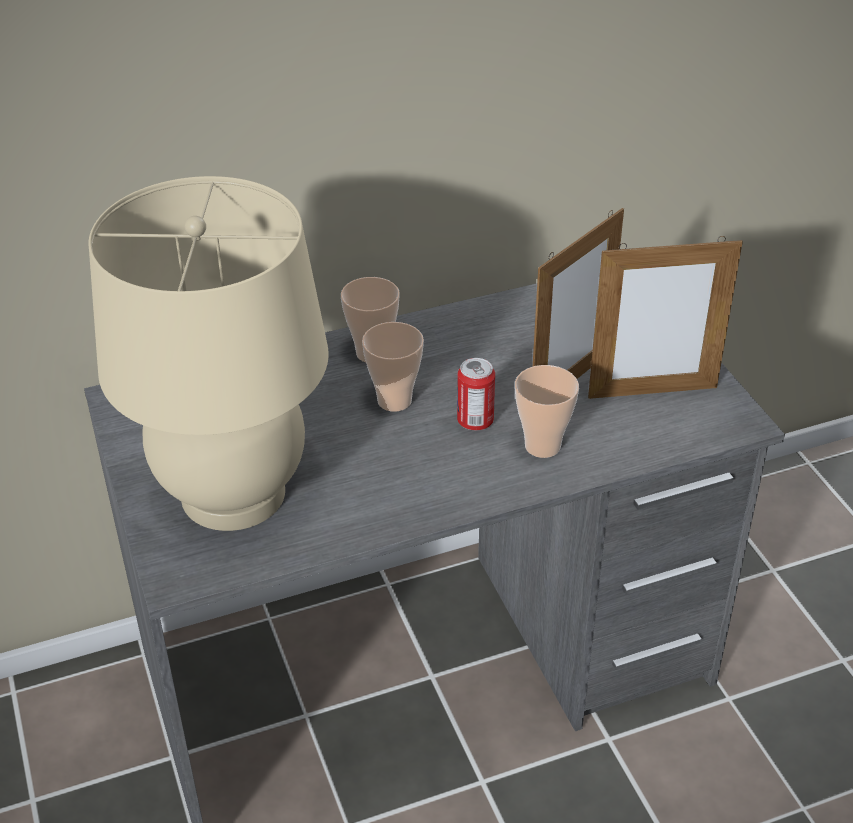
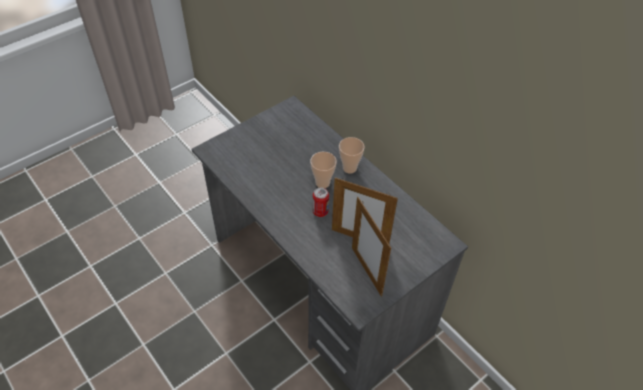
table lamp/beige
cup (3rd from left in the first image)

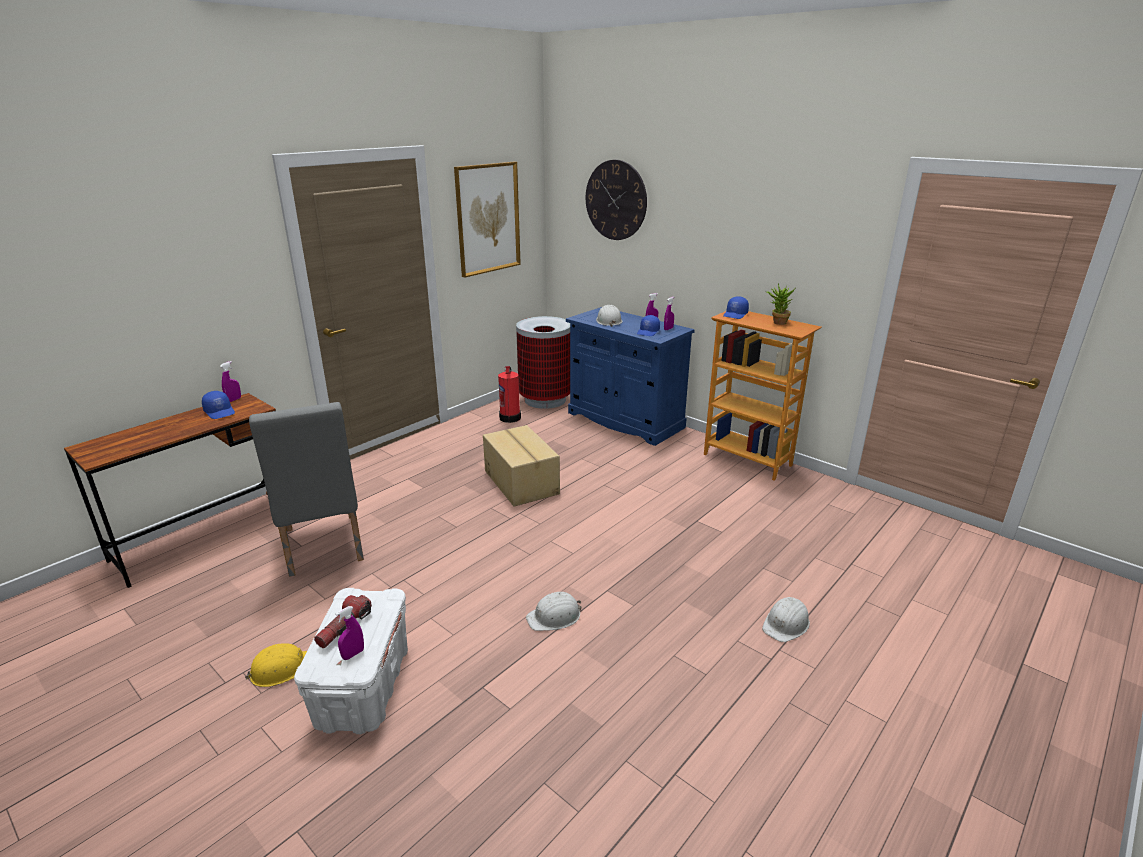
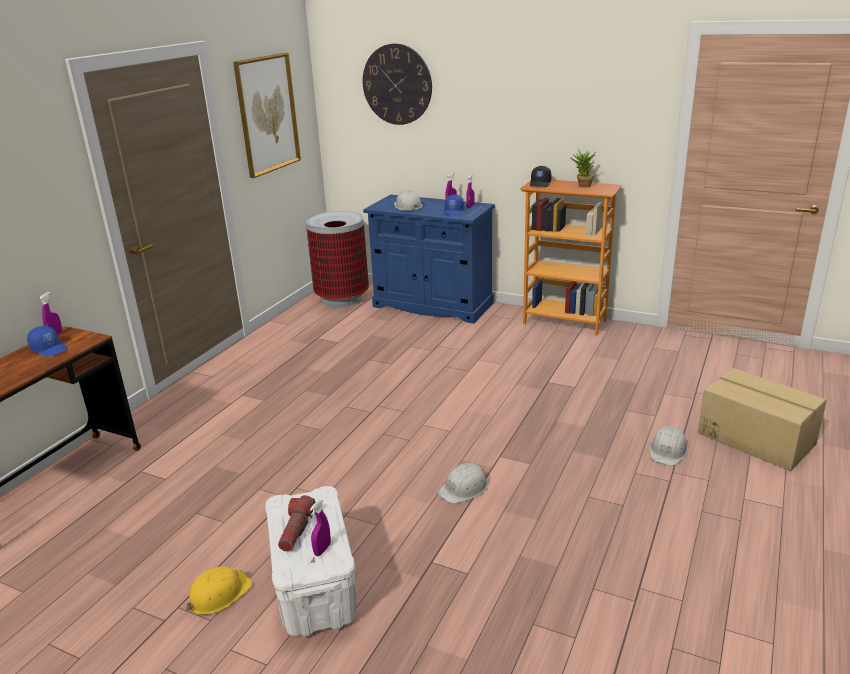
cap/black
cardboard box
chair/grey
fire extinguisher

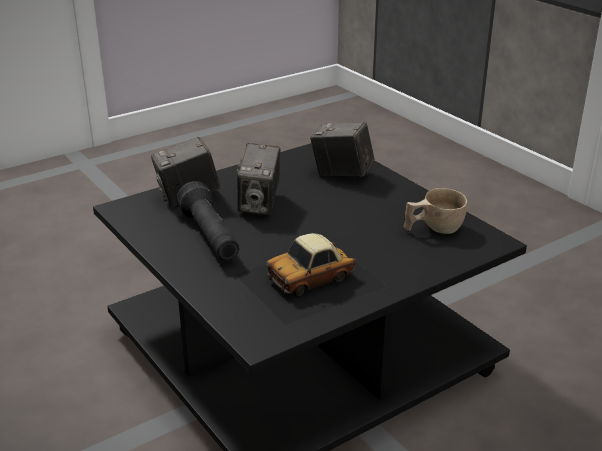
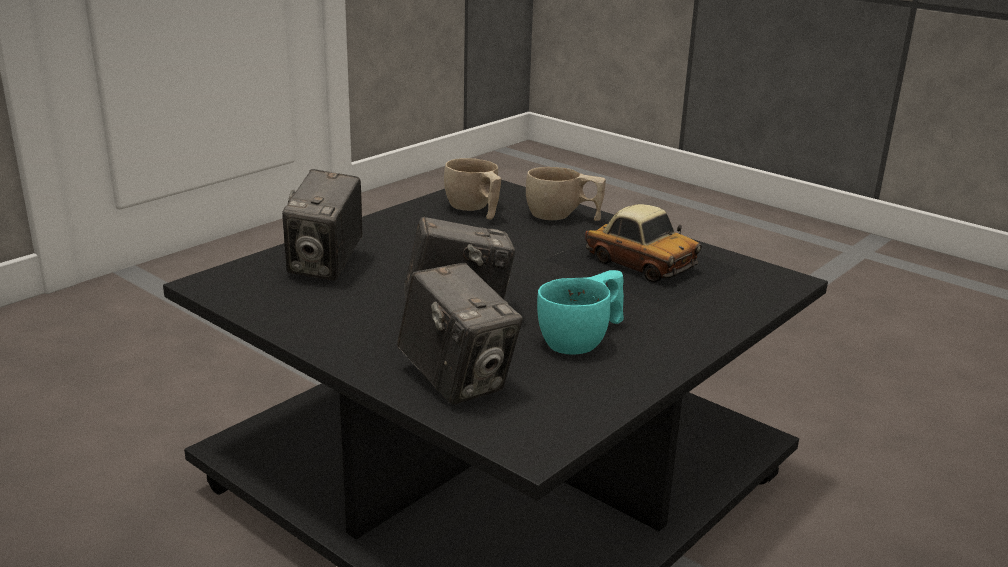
cup/beige (2nd from left)
cup/turquoise

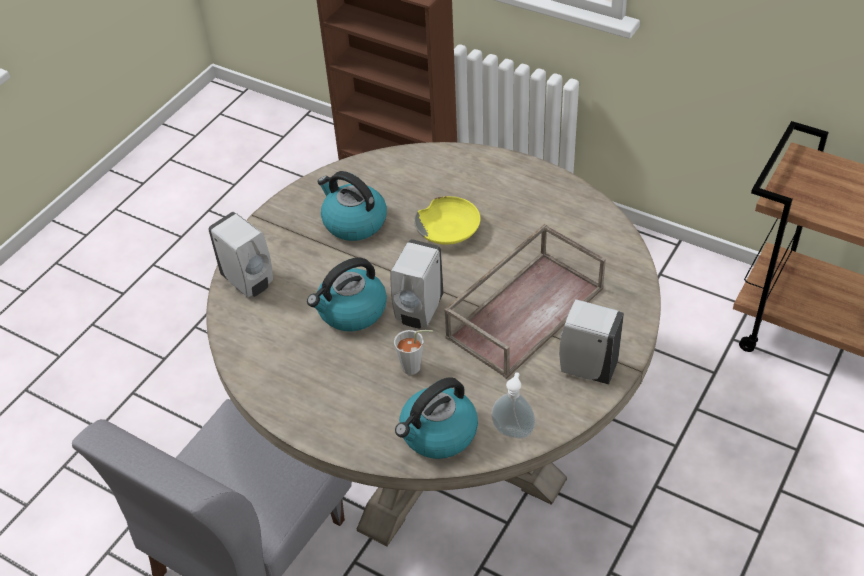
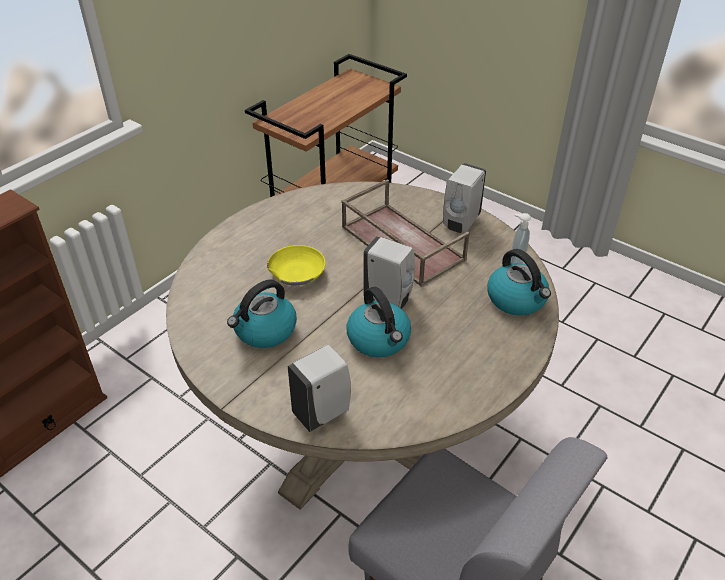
cup/grey

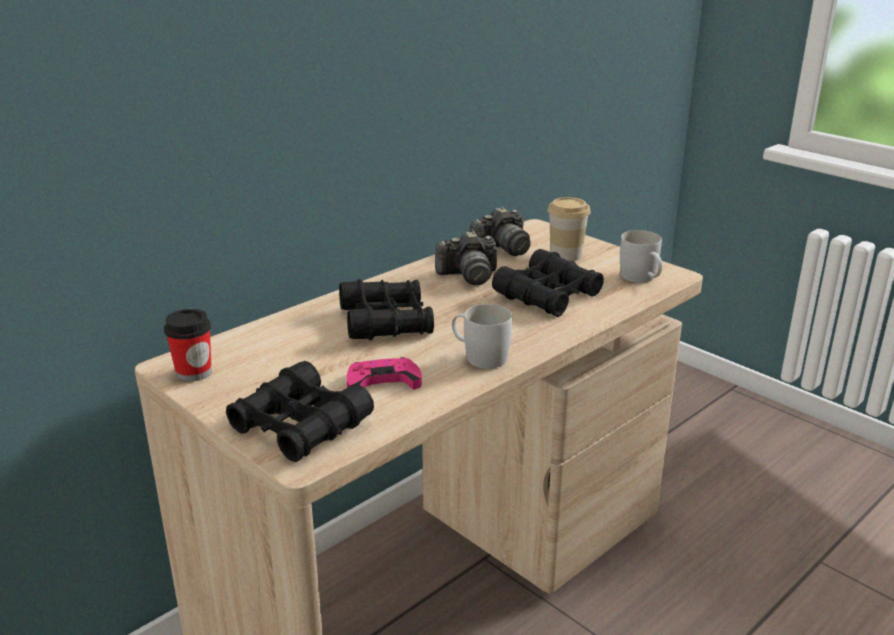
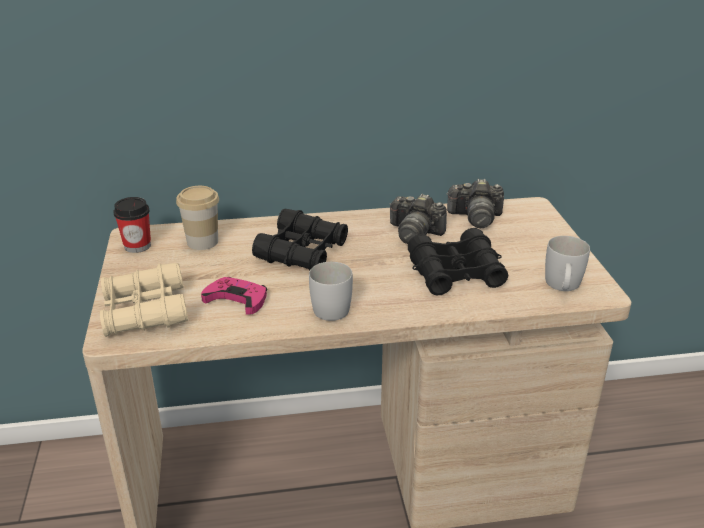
binoculars/beige
cup (2nd from left)

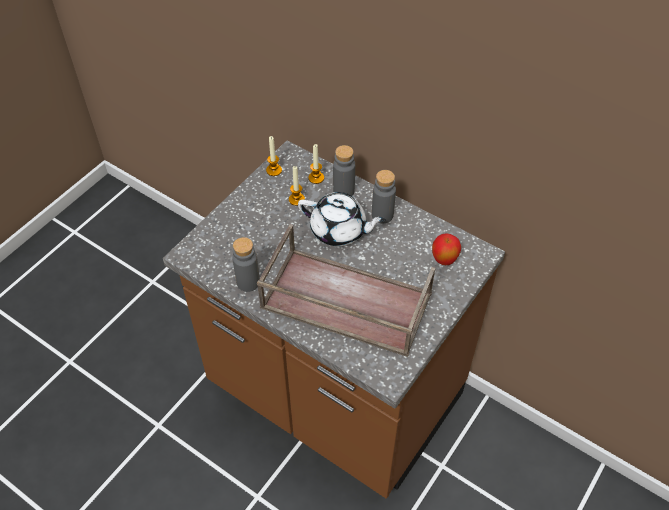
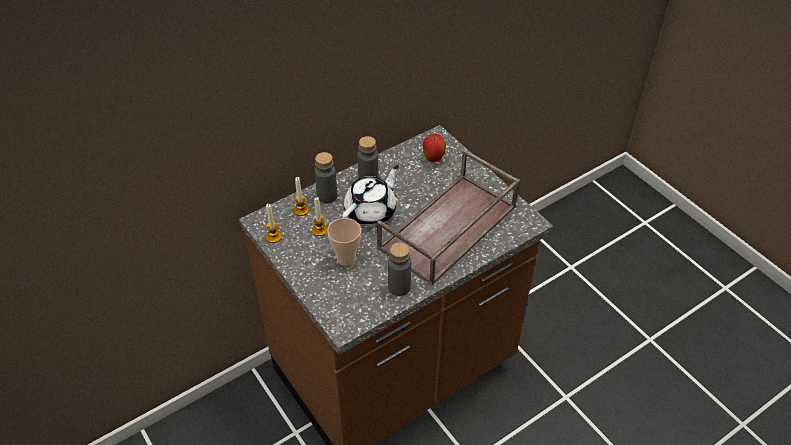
cup

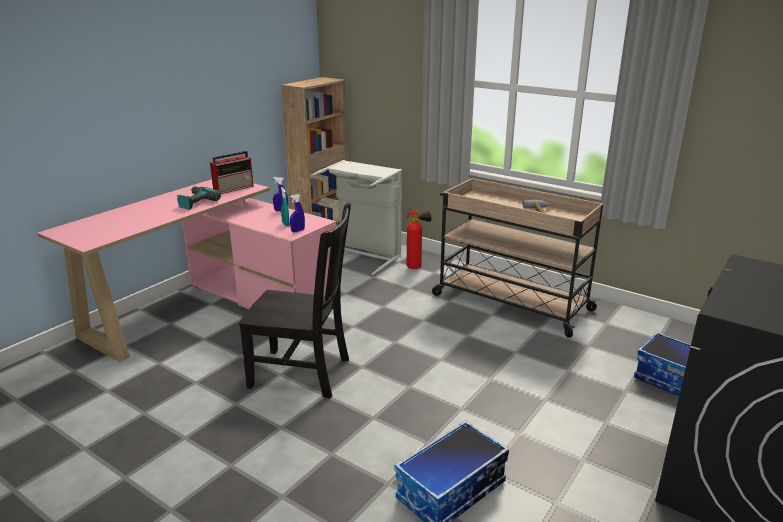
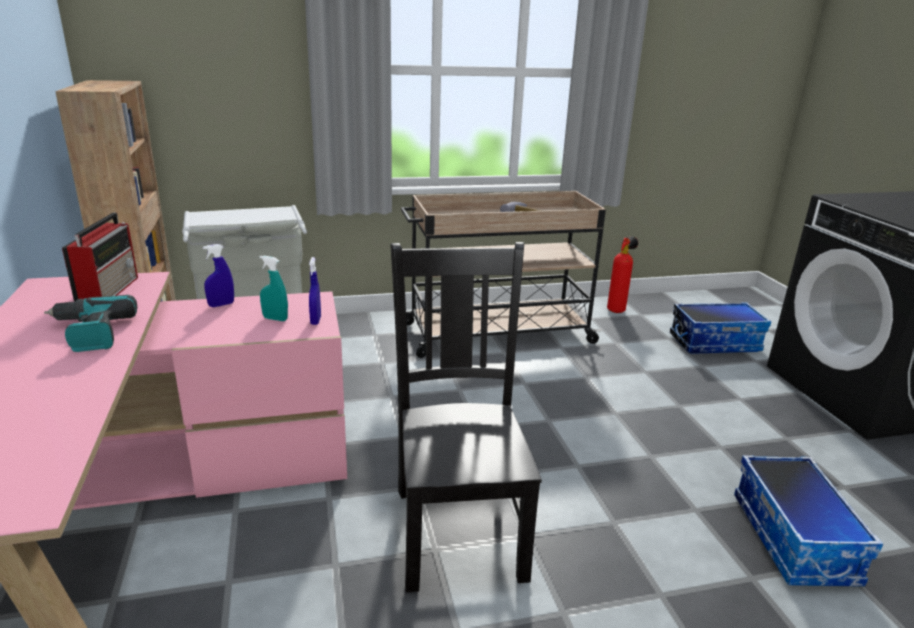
chair/black
fire extinguisher

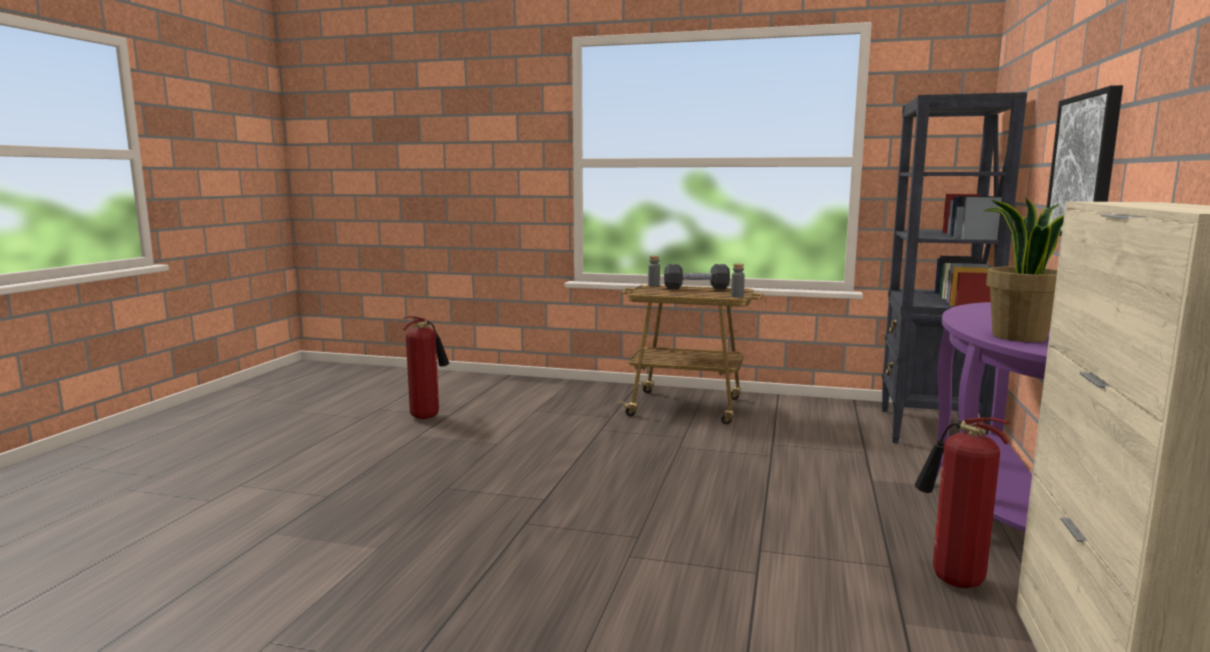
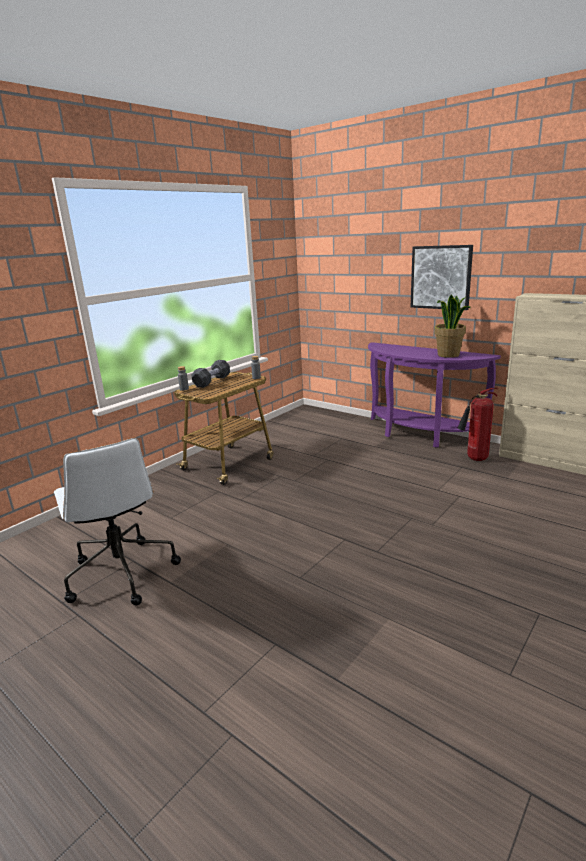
office chair/white
bookcase/black

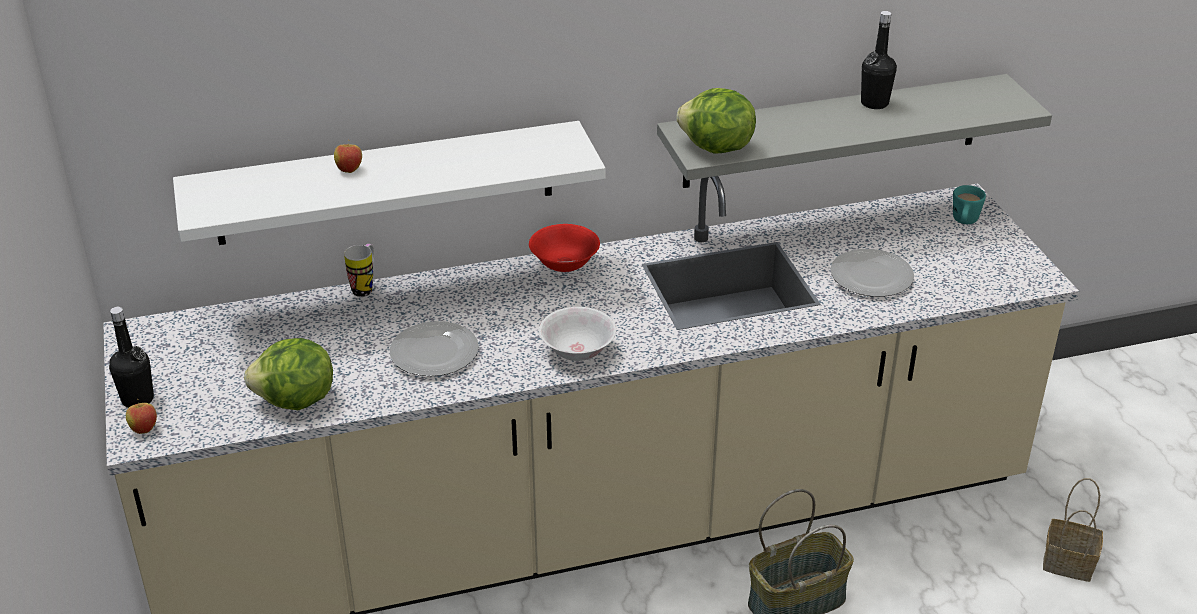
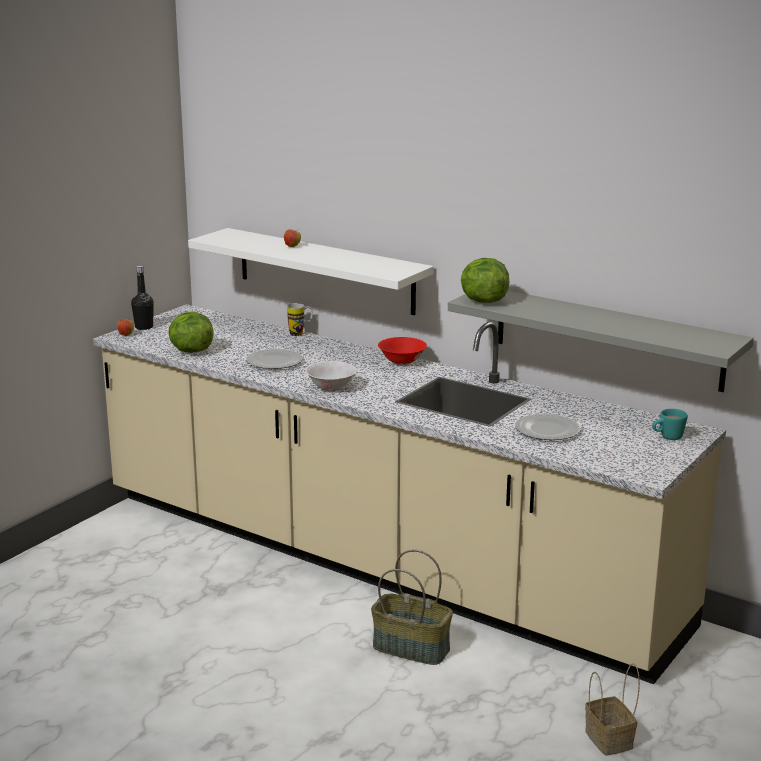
bottle/black (2nd from left in the first image)

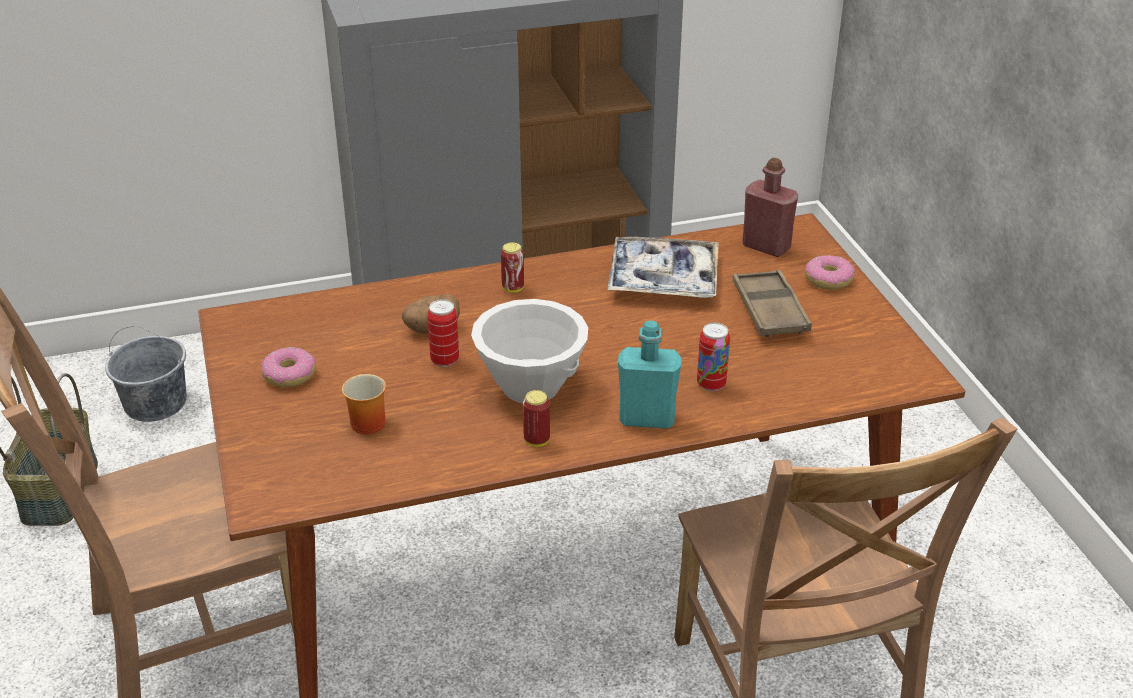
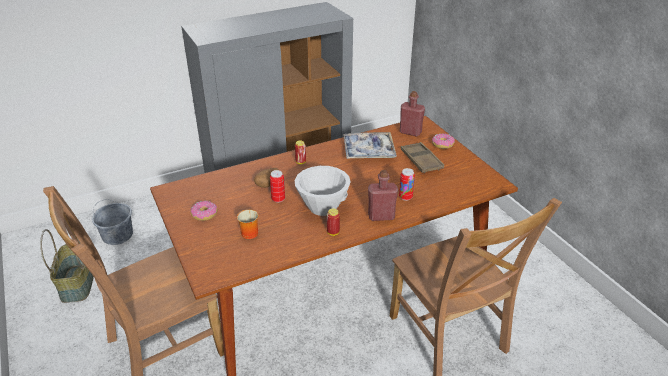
bottle/red (1st from left)

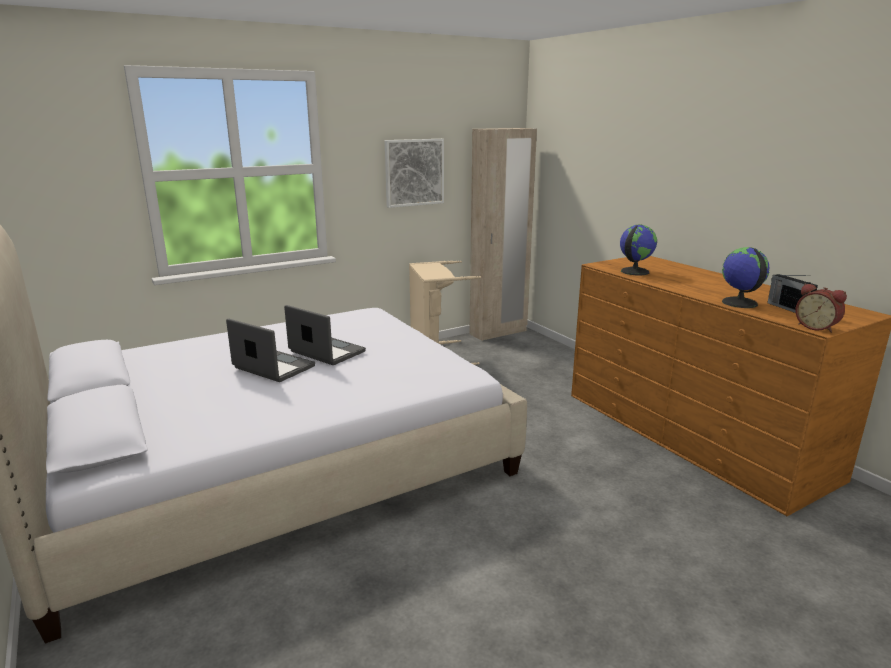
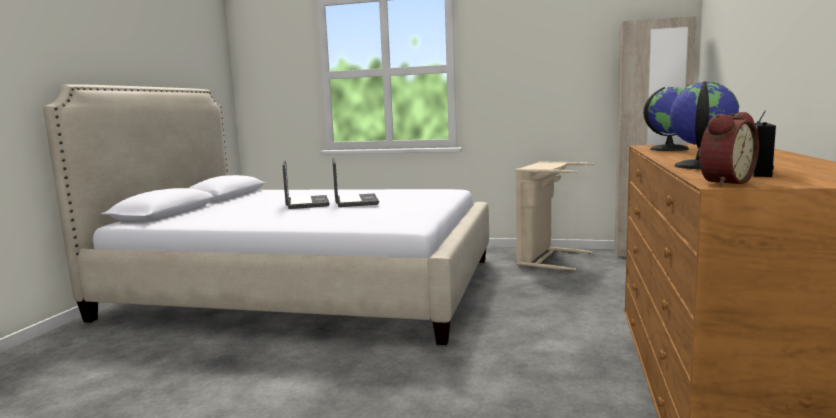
alarm clock
picture

